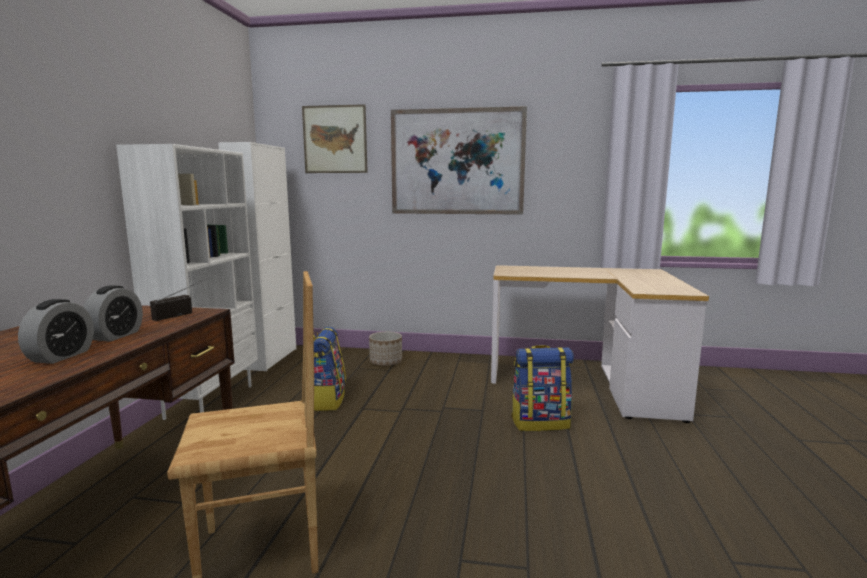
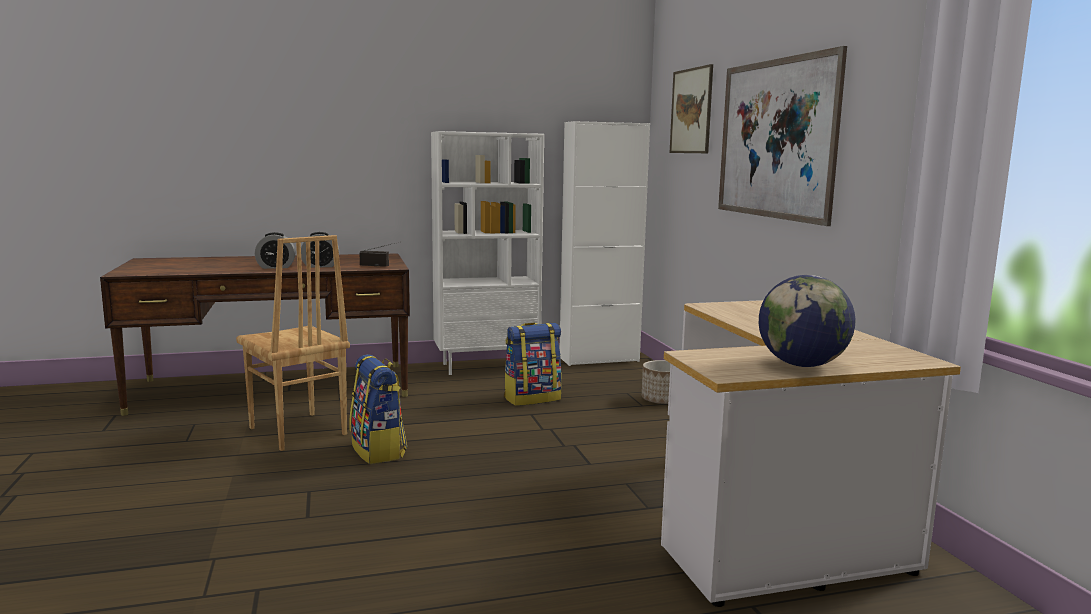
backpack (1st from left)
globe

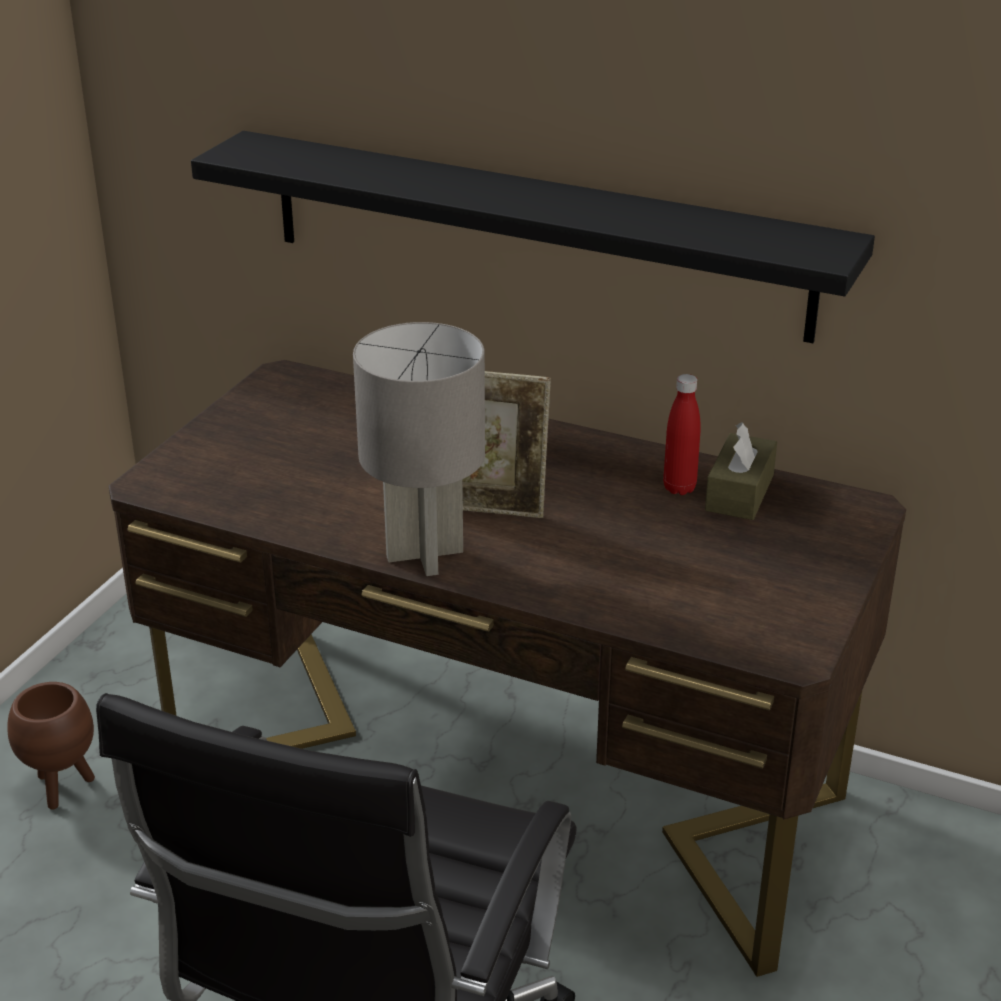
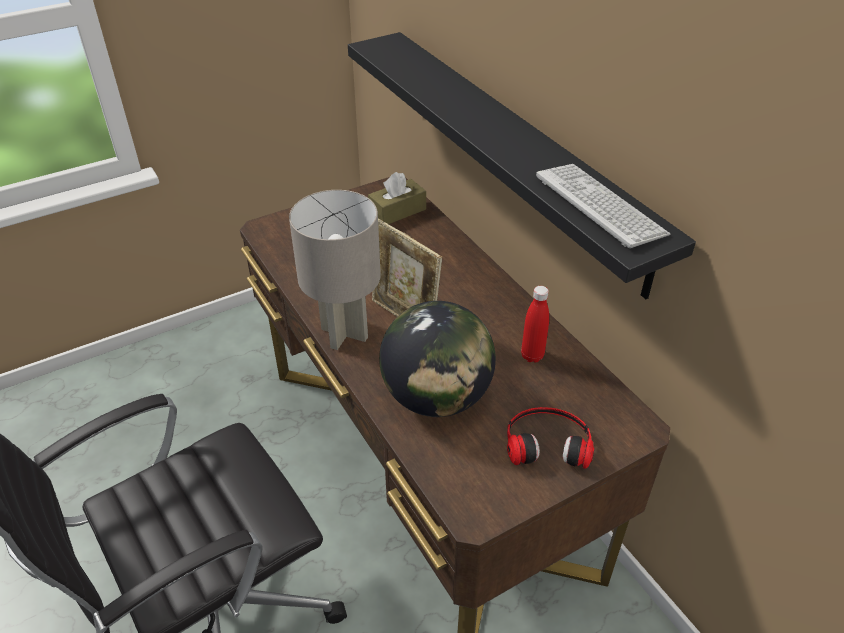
tissue box/brown
globe
headphones
keyboard
planter/brown

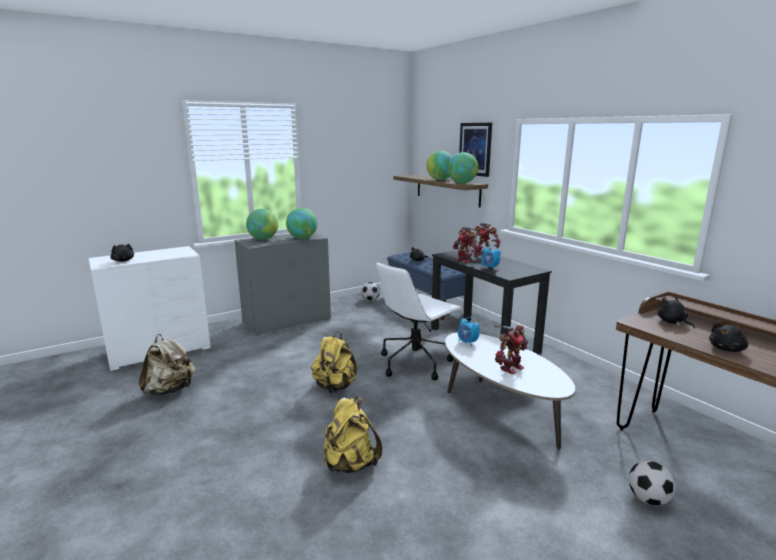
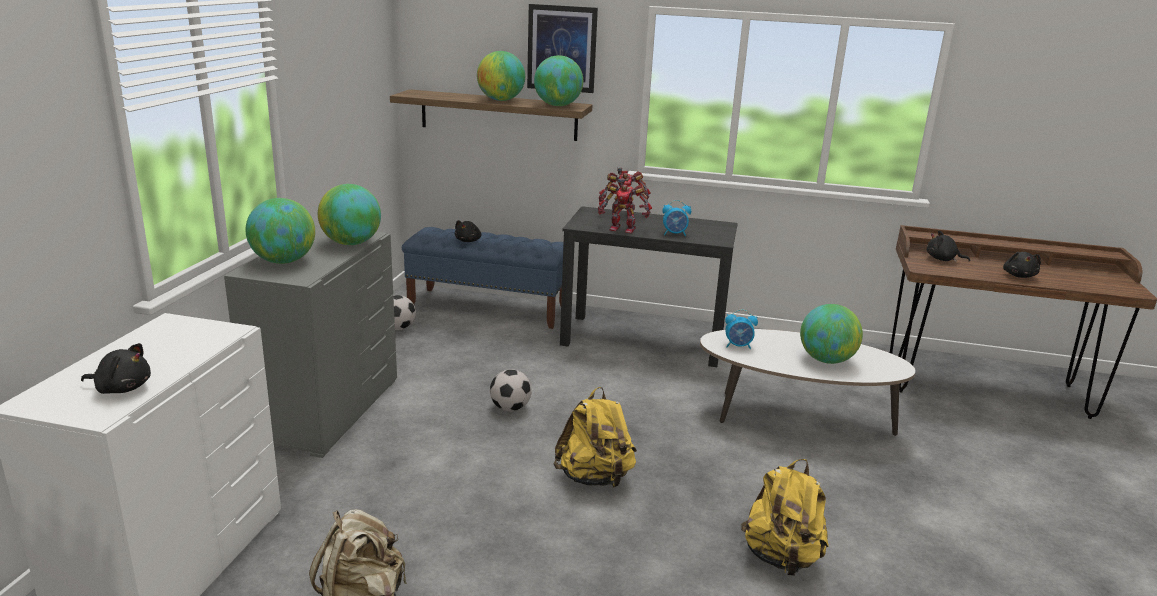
football (2nd from left)
globe (5th from left)
office chair/white

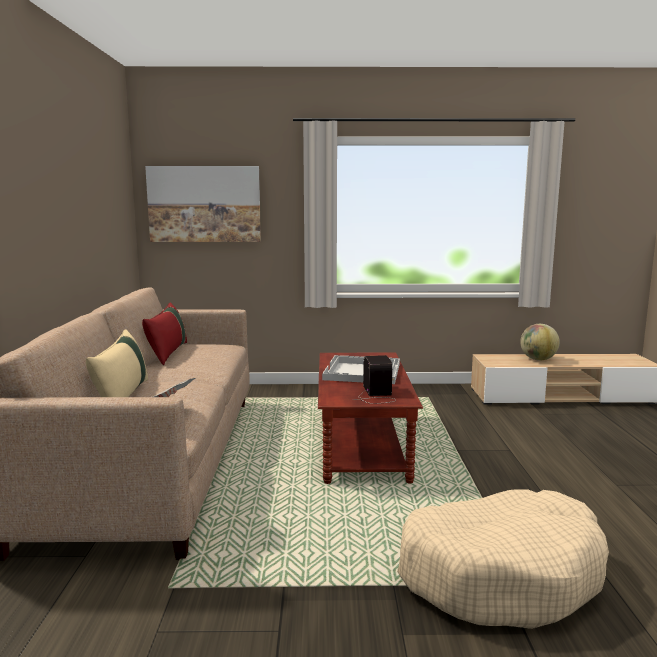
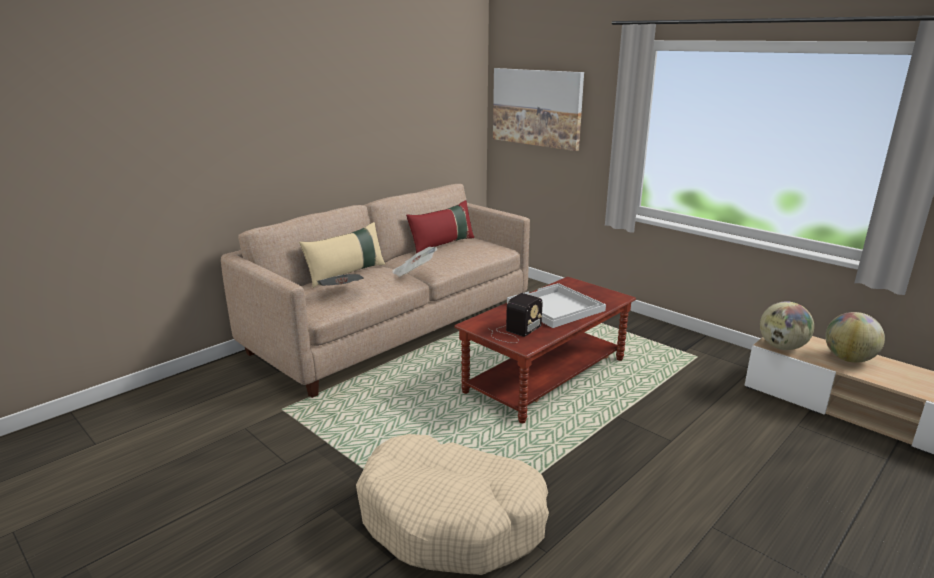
newspaper (2nd from left)
globe (1st from left)

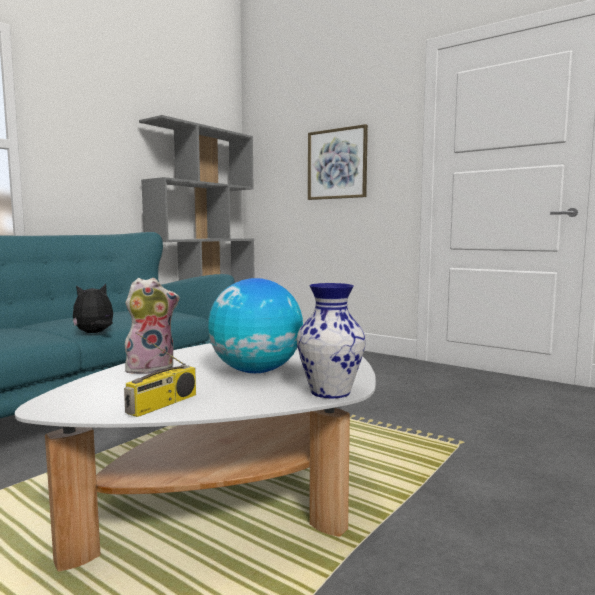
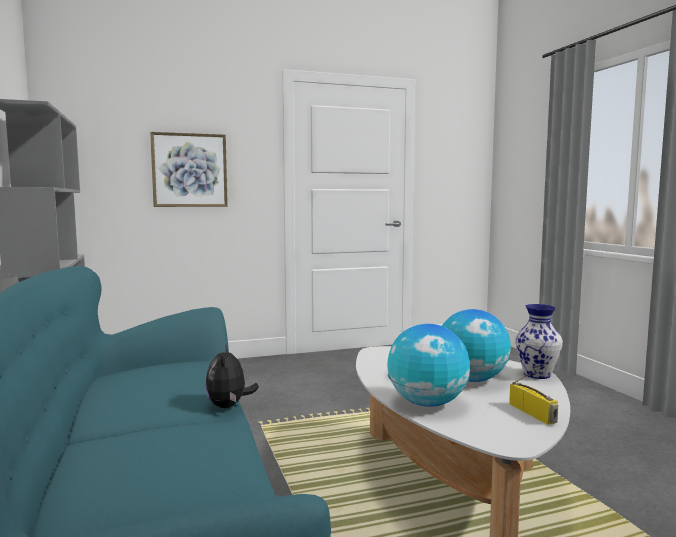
globe (1st from left)

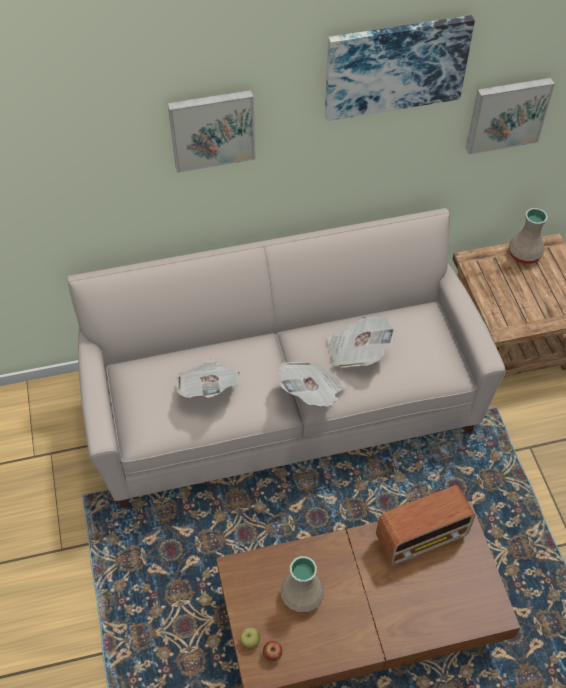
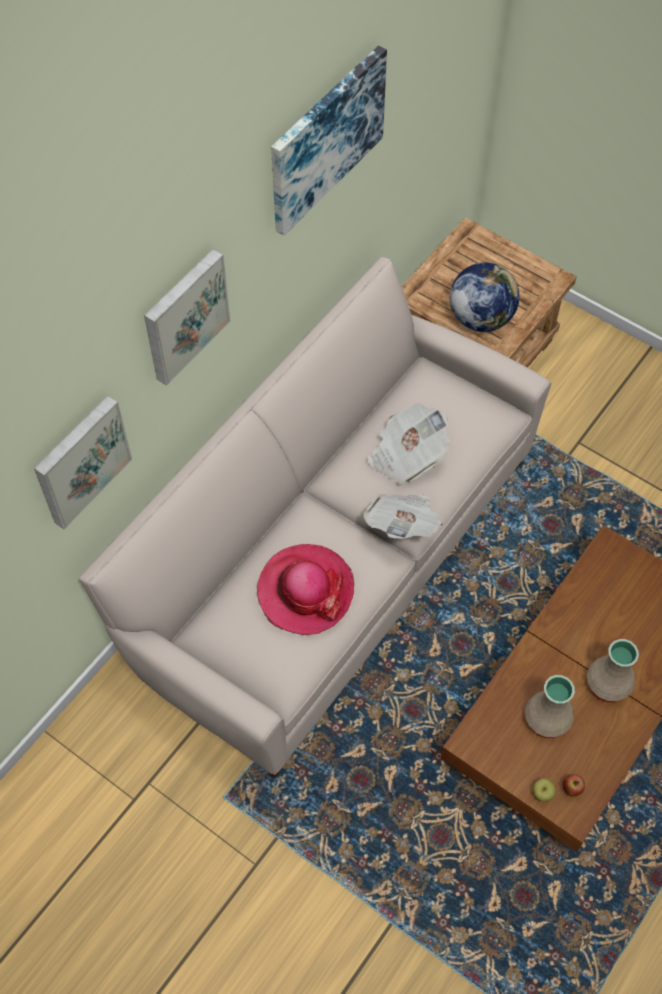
picture (1st from left)
hat
globe
vase/beige (2nd from left)
radio

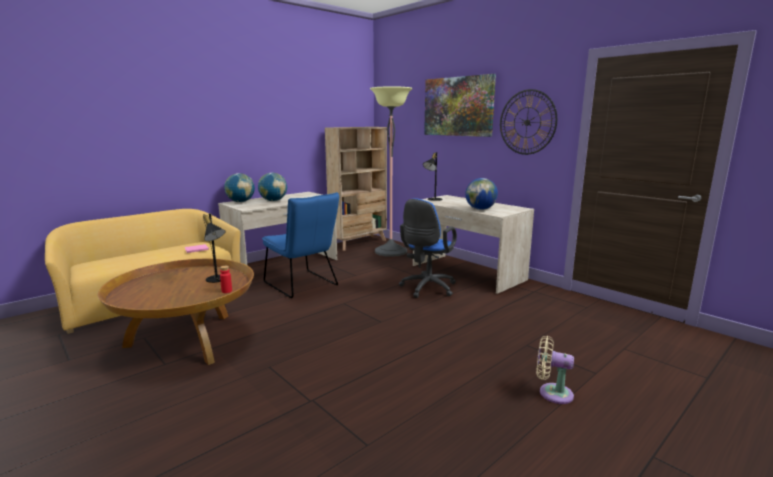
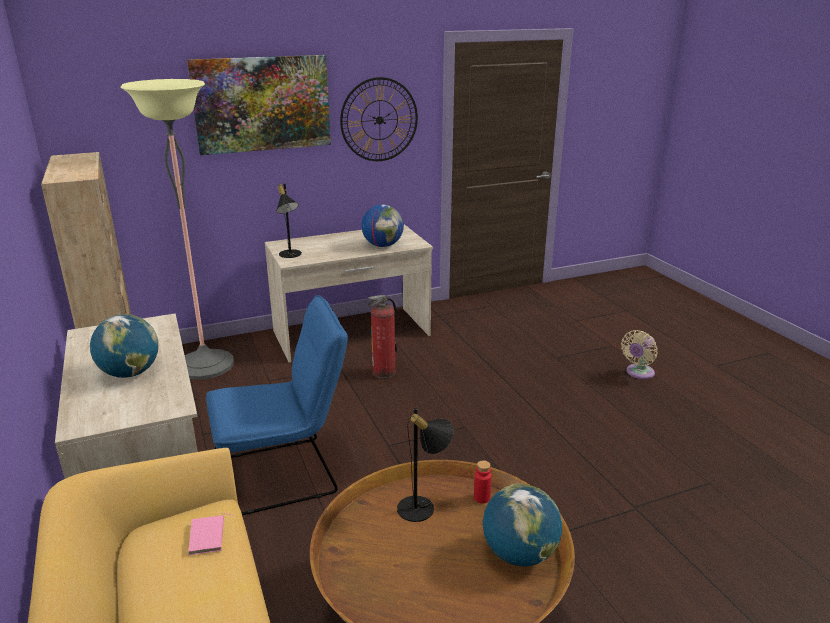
fire extinguisher
globe (3rd from left)

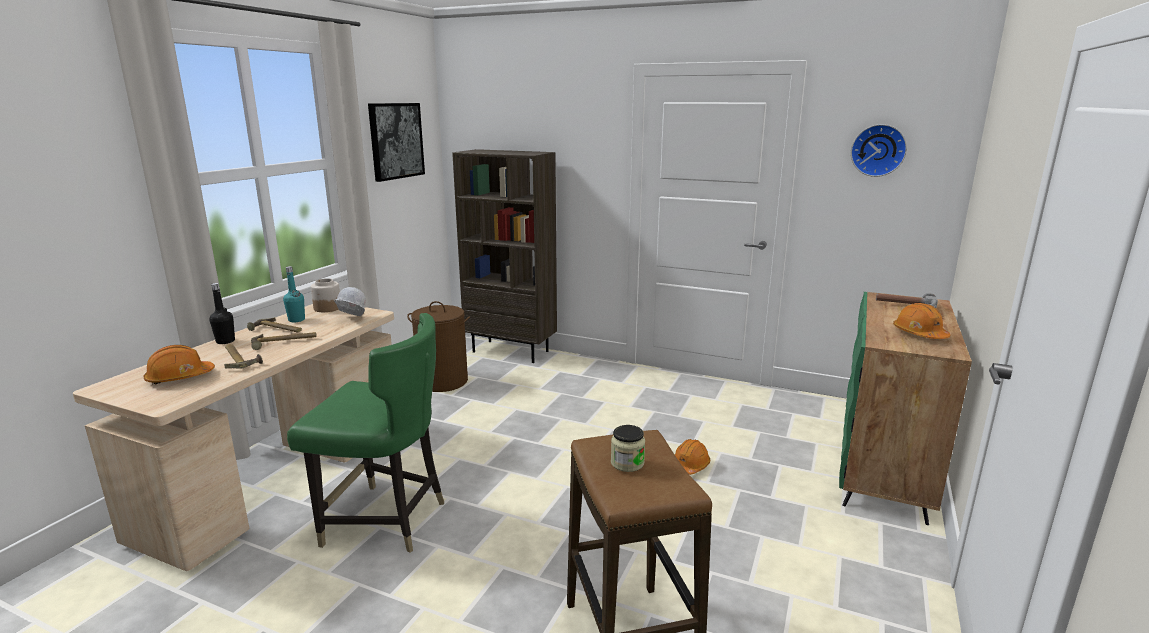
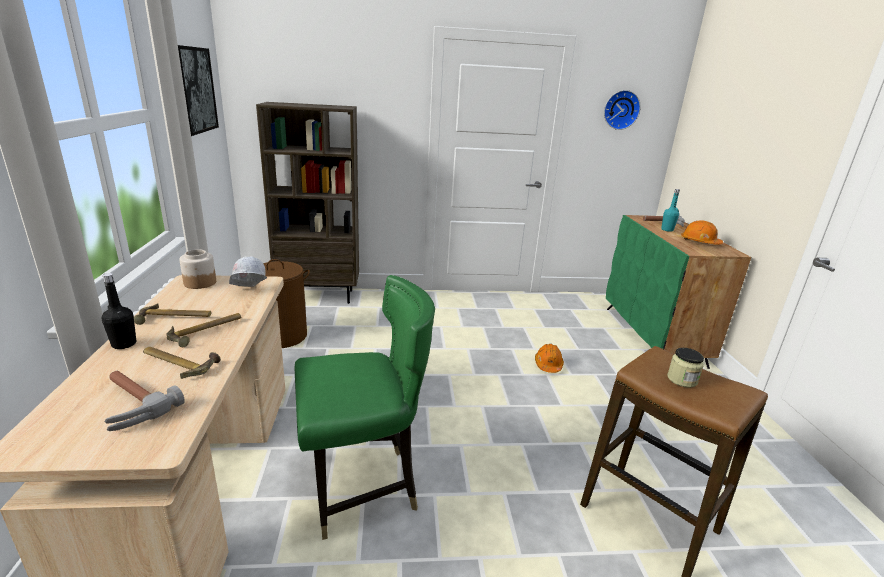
hammer (1st from left)
bottle/turquoise

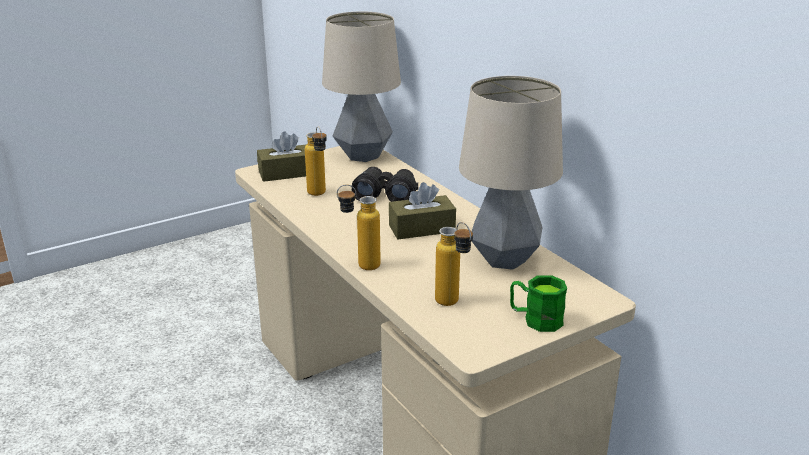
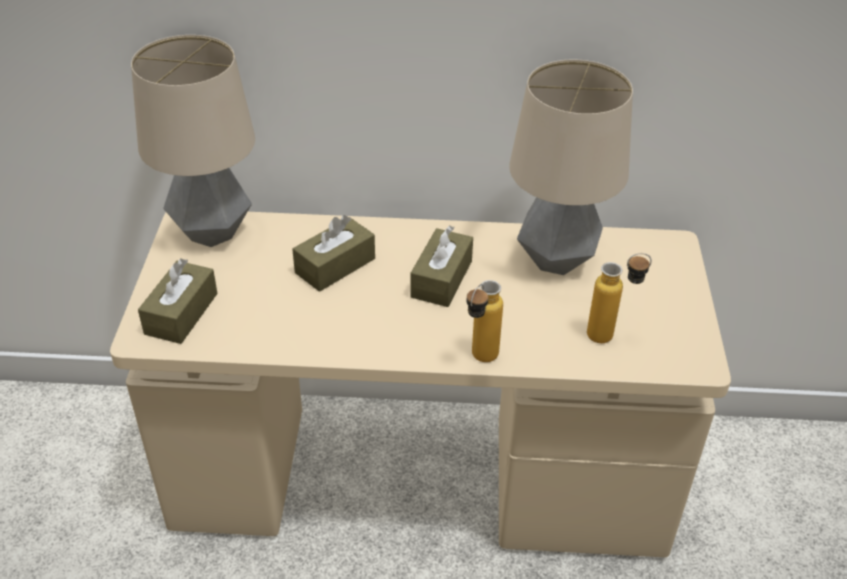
tissue box/brown (2nd from left)
bottle (1st from left in the first image)
mug/green

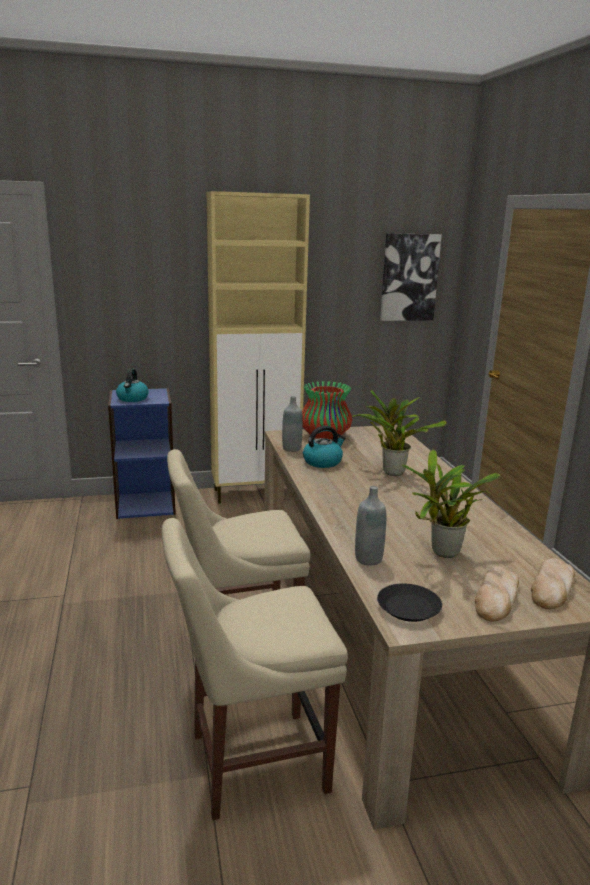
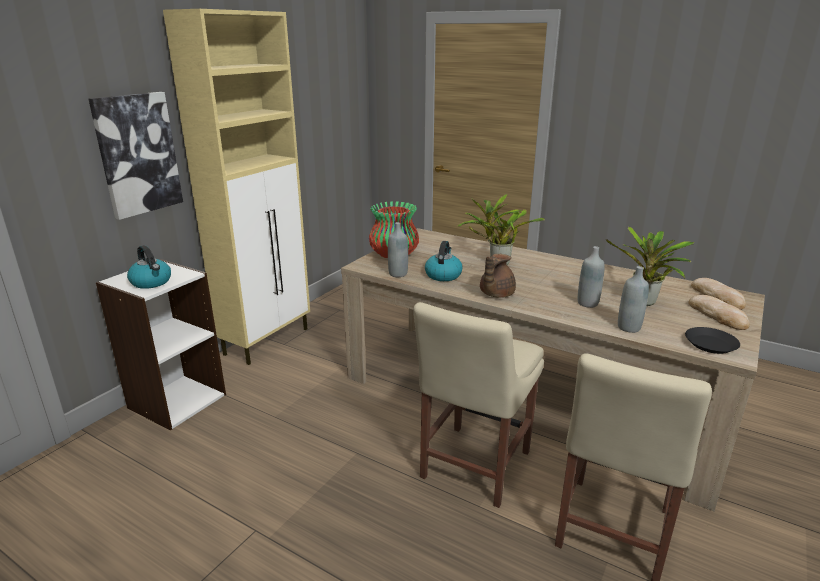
picture
bookcase/white
teapot/brown
bottle/grey (2nd from left)

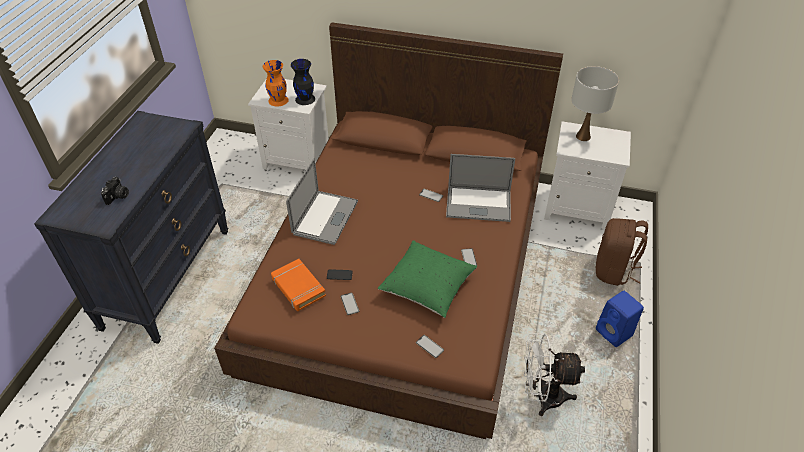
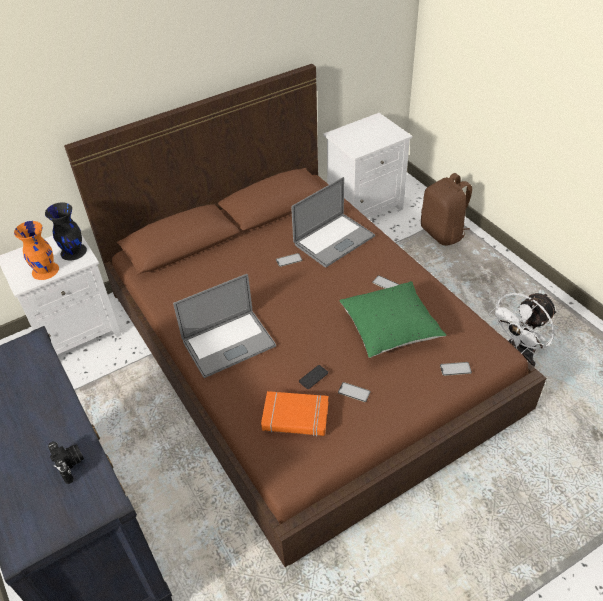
laptop (1st from left)
table lamp/white
speaker/blue

